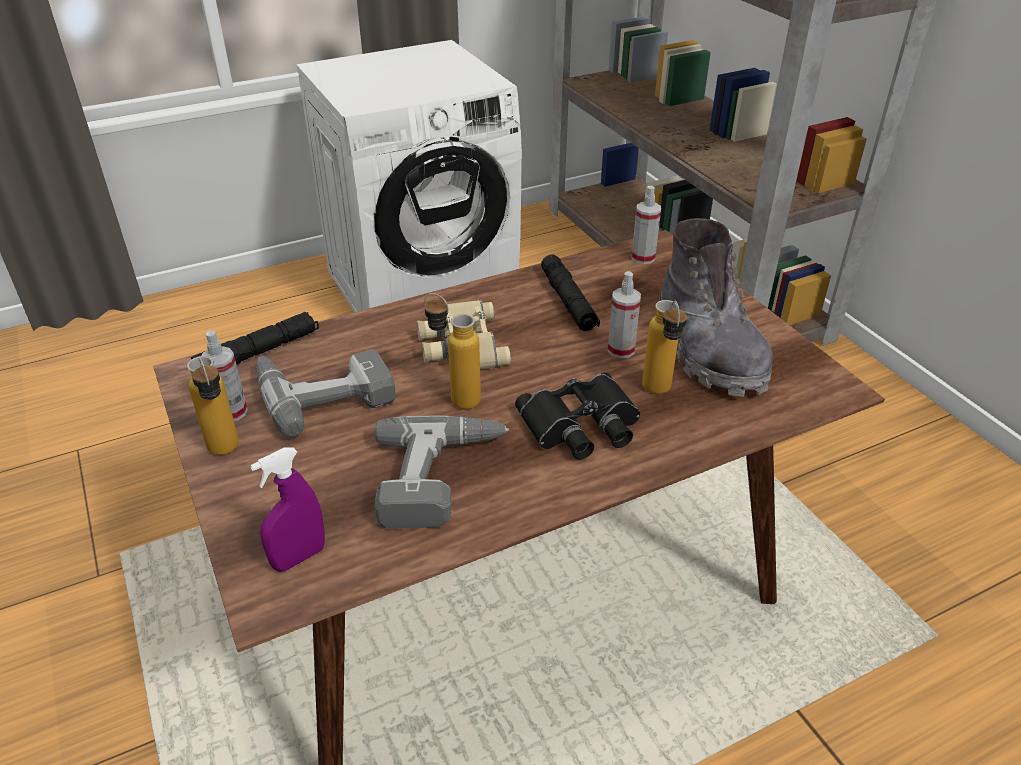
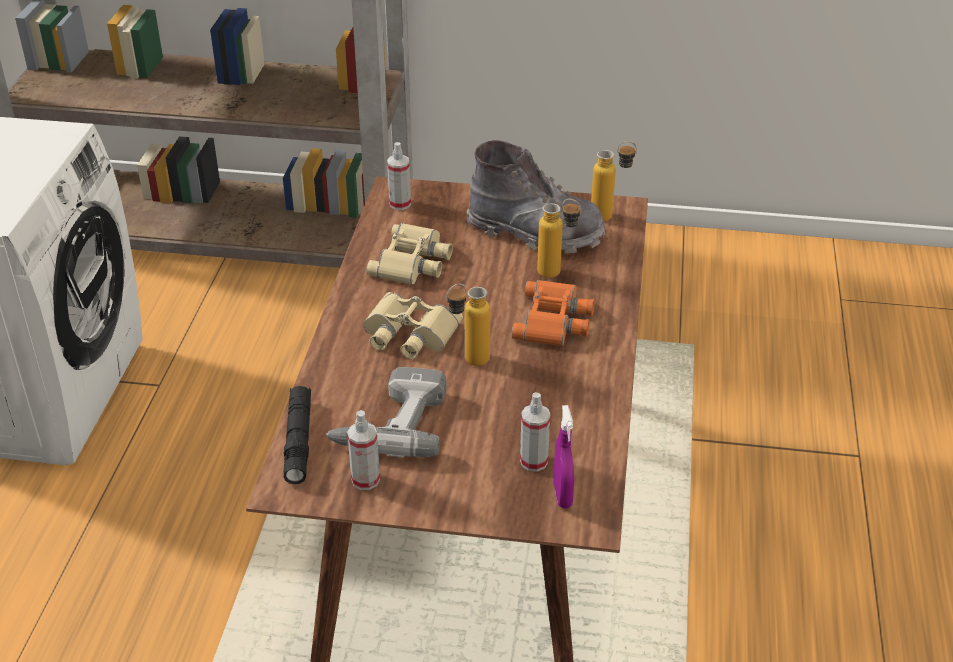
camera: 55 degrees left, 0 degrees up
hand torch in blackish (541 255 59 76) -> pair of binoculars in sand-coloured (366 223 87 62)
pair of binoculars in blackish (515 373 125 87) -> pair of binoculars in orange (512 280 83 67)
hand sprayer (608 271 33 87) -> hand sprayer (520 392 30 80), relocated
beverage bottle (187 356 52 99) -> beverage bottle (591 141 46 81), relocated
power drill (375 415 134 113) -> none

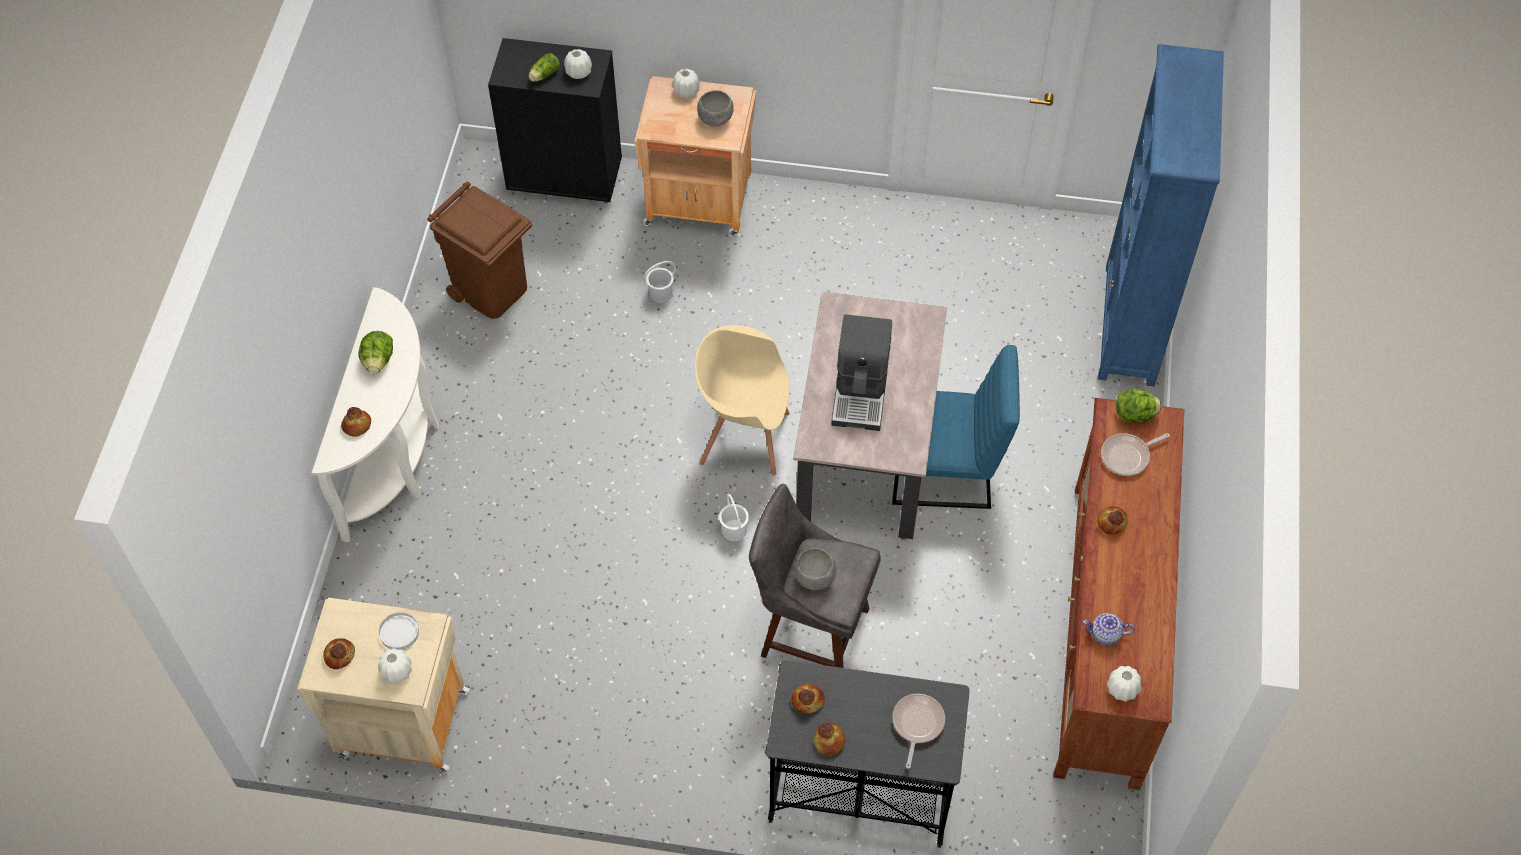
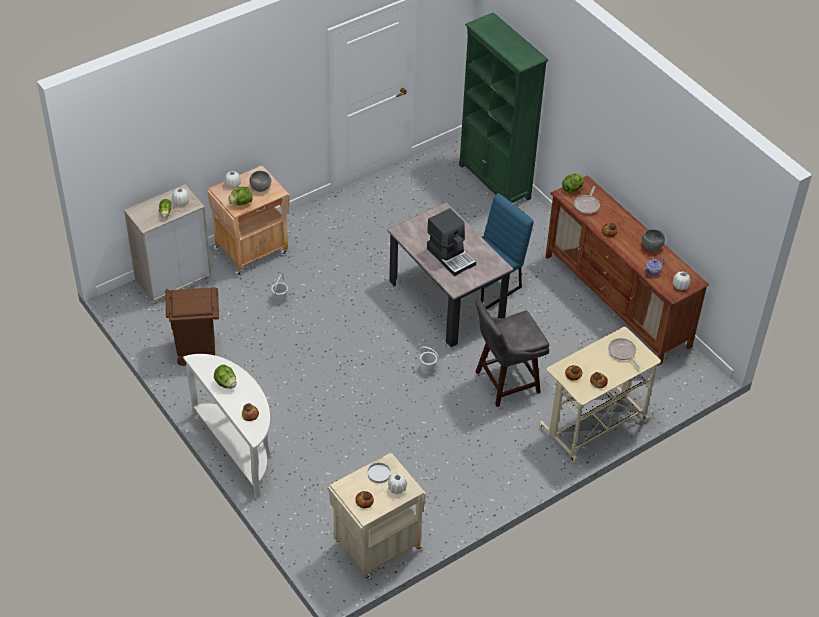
camera: 45 degrees left, 10 degrees down
cabinet in blackish (488 38 134 164) -> cabinet in sand-coloured (124 184 87 118)
none -> lettuce head (228 187 25 18)
shelving unit in blue-coloured (1098 44 126 343) -> shelving unit in greenish (459 12 89 191)
desk table in blackish (765 660 205 188) -> desk table in sand-coloured (539 327 122 136)
deep dish in grey (794 548 43 42) -> deep dish in grey (642 229 23 22), relocated
chair in sand-coloured (695 325 95 151) -> none

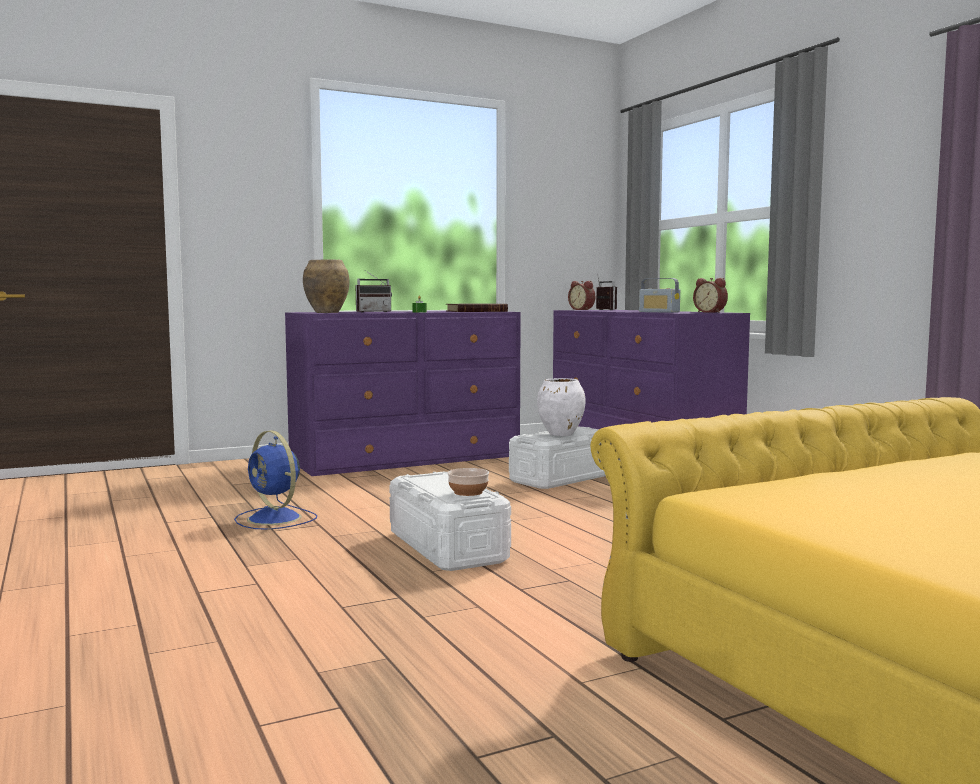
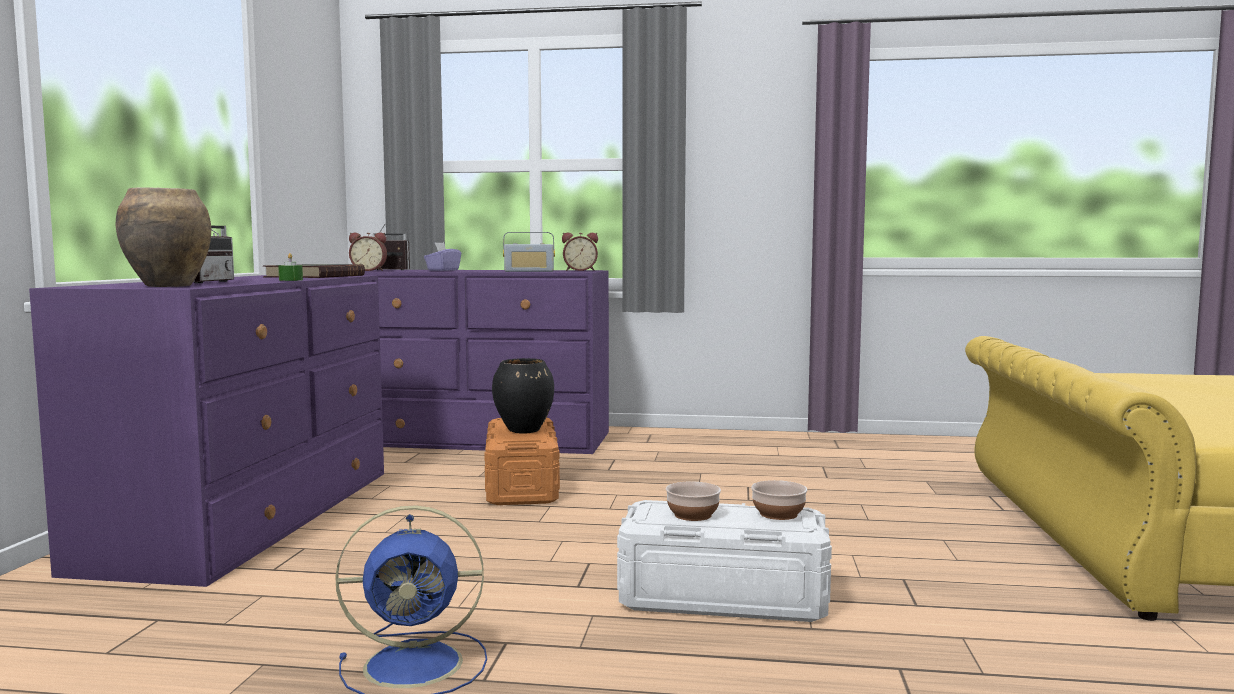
camera: 55 degrees left, 0 degrees up
none -> box of tissues in purplish (424 242 37 29)
storage bin in white-coloured (509 427 97 62) -> storage bin in orange (484 418 76 87)
vase in white-coloured (537 378 49 58) -> vase in blackish (492 358 62 76)
none -> deep dish (666 481 55 40)

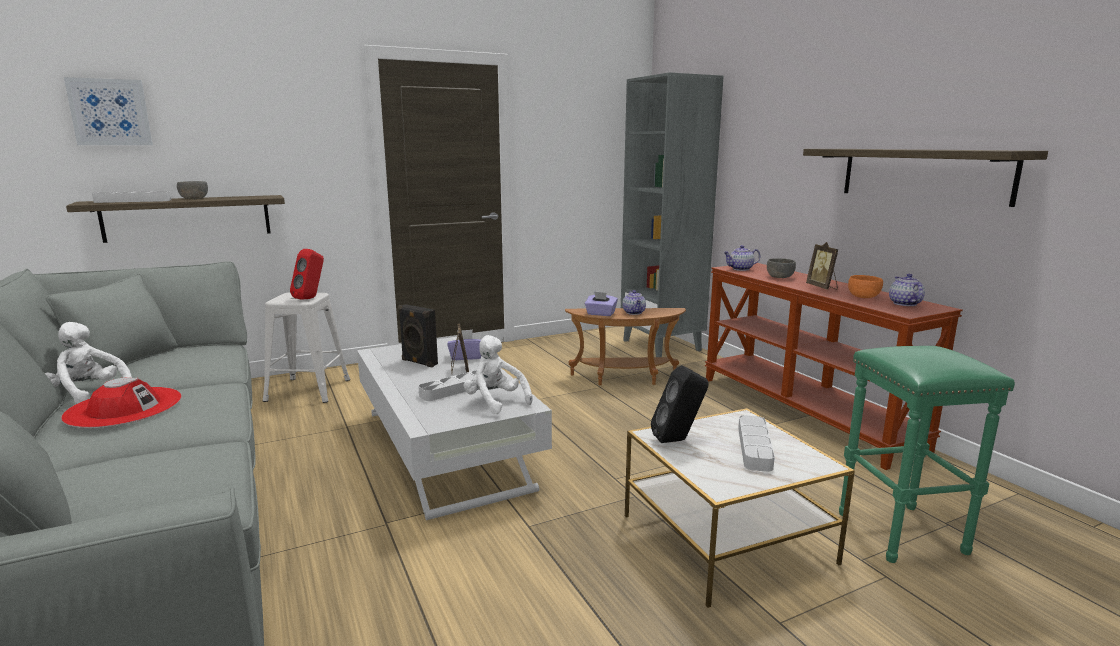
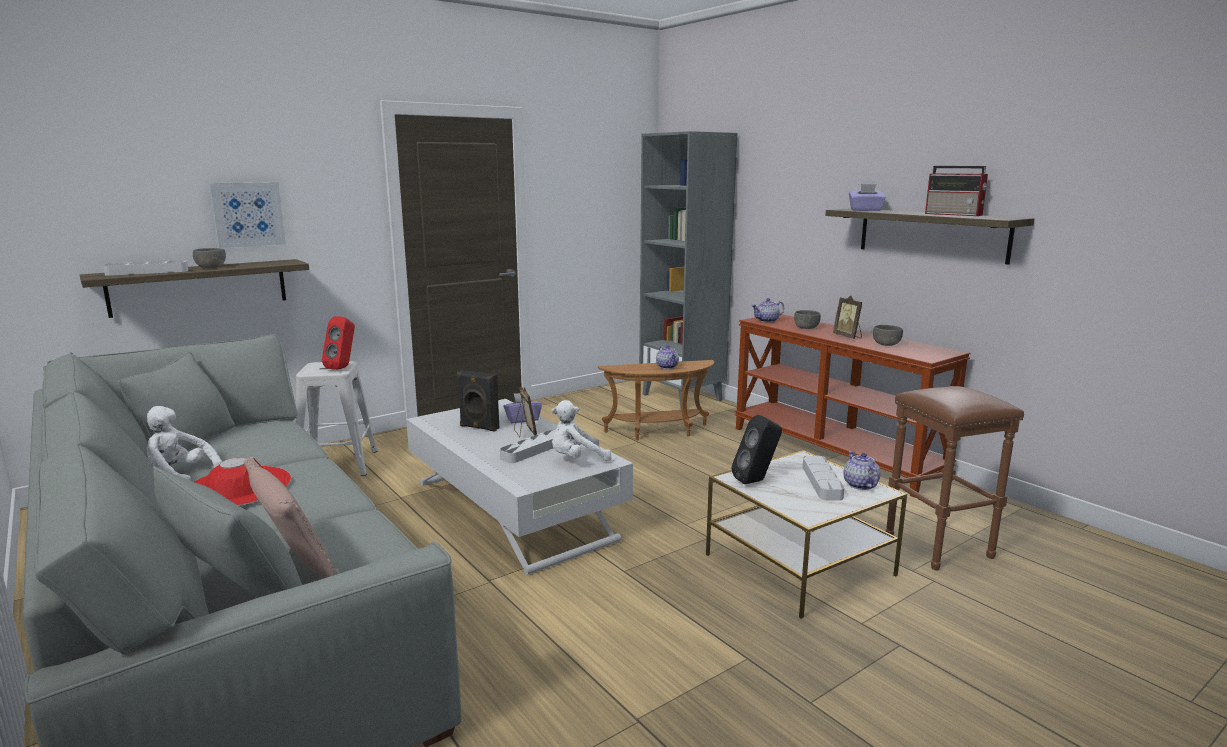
camera: 10 degrees left, 0 degrees up
picture (64 77 88 68) -> picture (209 182 77 66), relocated
none -> cushion in sand-coloured (244 458 95 121)
cuddly toy in white-coloured (464 335 69 79) -> cuddly toy in white-coloured (551 400 61 61), 60 degrees counterclockwise
teapot (889 274 36 32) -> teapot (844 451 37 39), relocated
box of tissues in purplish (585 291 33 25) -> box of tissues in purplish (849 184 37 27), relocated
deep dish in orange (848 275 35 23) -> deep dish in grey (873 325 30 21)
stool in greenish (839 346 176 217) -> stool in brown-coloured (886 386 138 184)
none -> radio (925 166 63 50)

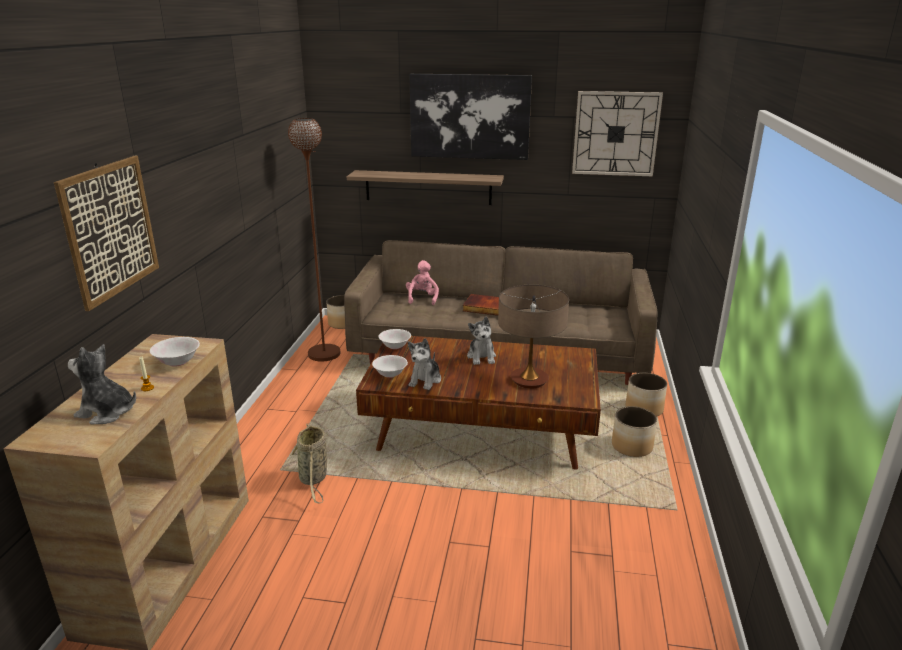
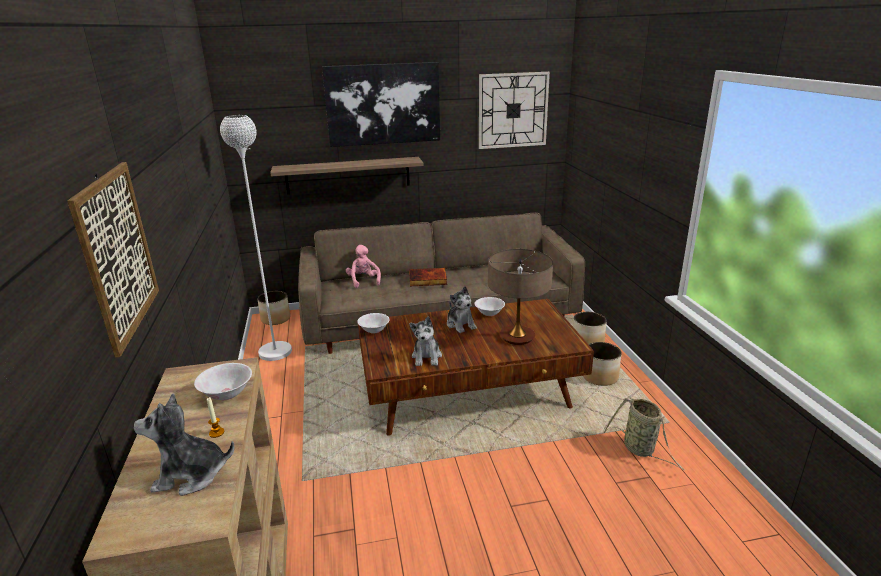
camera: 20 degrees left, 0 degrees up
standard lamp in brown-coloured (288 118 52 244) -> standard lamp in white-coloured (220 115 72 246)
deep dish in white-coloured (372 355 36 23) -> deep dish in white-coloured (474 297 31 19), relocated
household basket (290 424 37 79) -> household basket (603 398 82 73), relocated

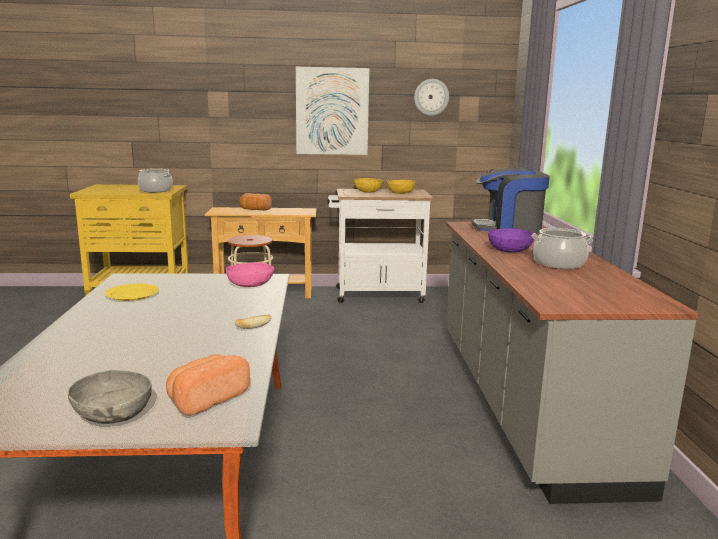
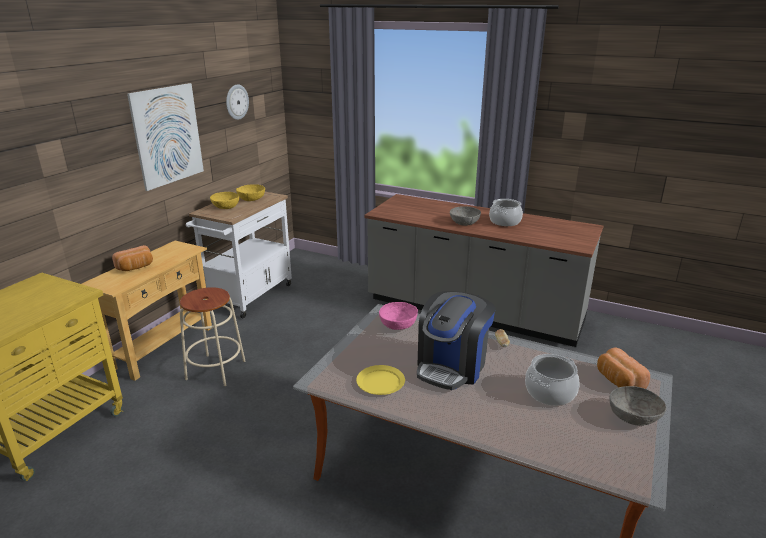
camera: 60 degrees left, 10 degrees up
coffee brewer (471 168 79 66) -> coffee brewer (417 291 79 99), relocated
deep dish in purplish (488 228 46 24) -> deep dish in grey (450 206 31 20)
cooking pot (138 169 35 23) -> cooking pot (525 354 55 52), relocated

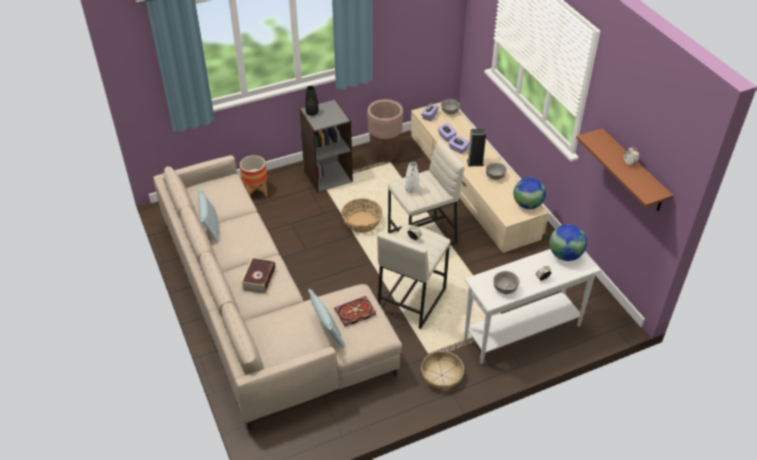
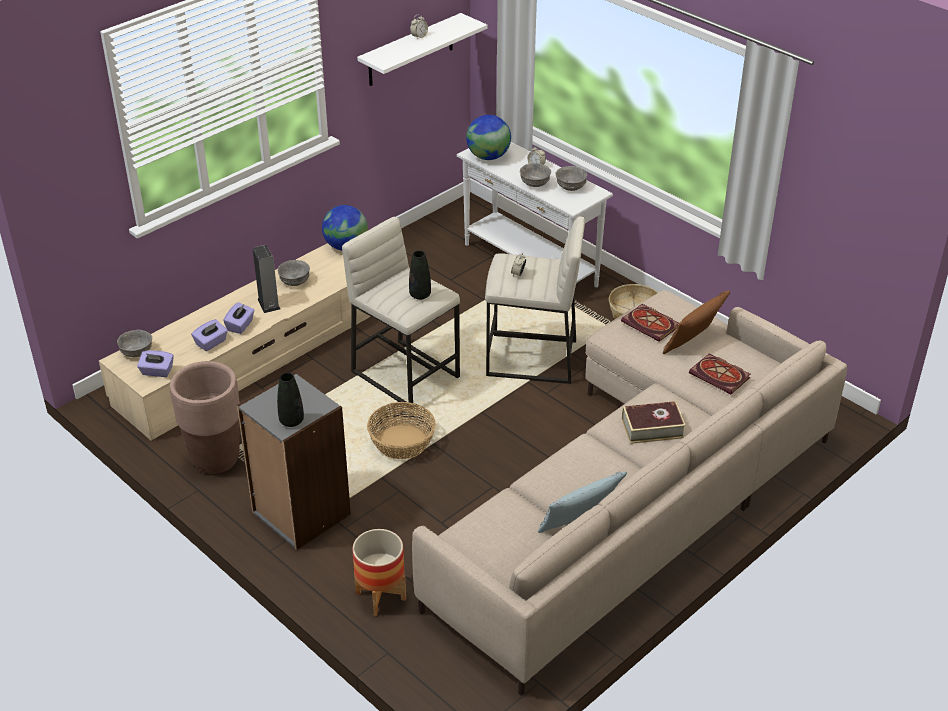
camera: 110 degrees left, 5 degrees down
wall shelf in brown-coloured (576 128 97 83) -> wall shelf in white-coloured (357 13 130 73)
vase in white-coloured (405 162 14 31) -> vase in blackish (409 251 22 49)
none -> deep dish in grey (520 163 31 24)
cushion in blue-coloured (308 289 38 59) -> cushion in brown-coloured (663 291 67 63)
none -> book (689 353 61 41)

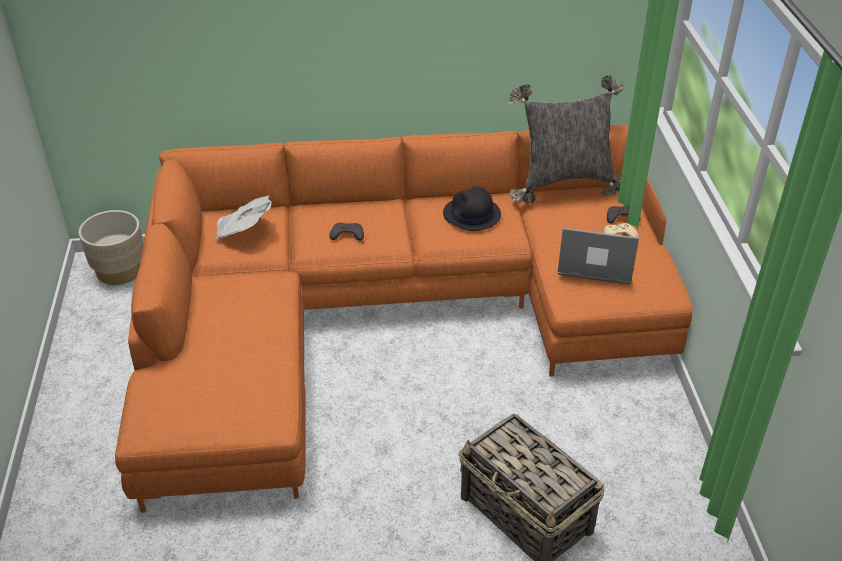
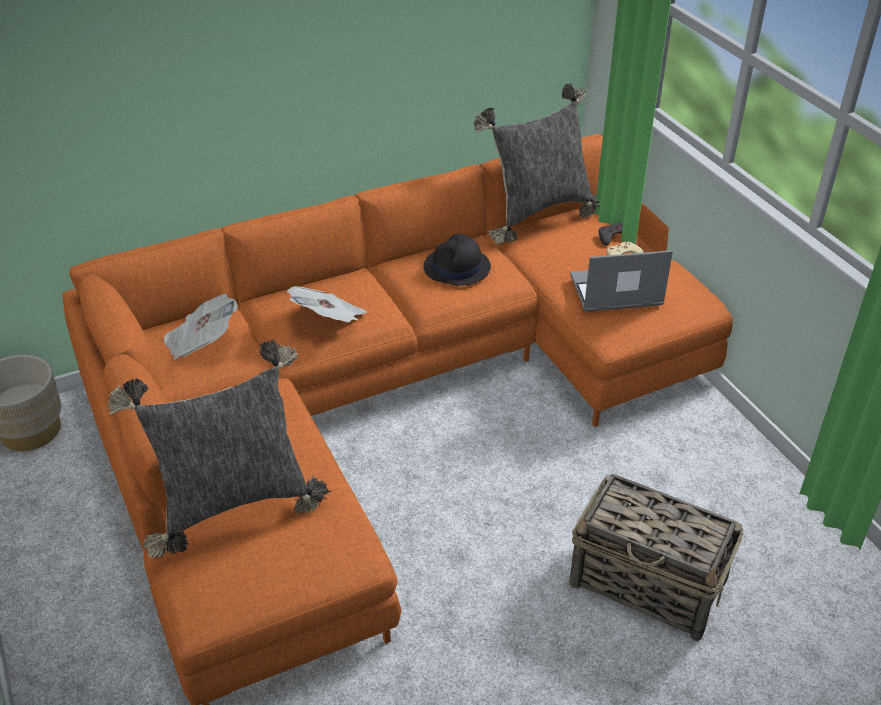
camera: 20 degrees left, 0 degrees up
none -> cushion (107 339 225 220)
joypad in grey (330 223 34 18) -> daily paper (287 286 80 37)

